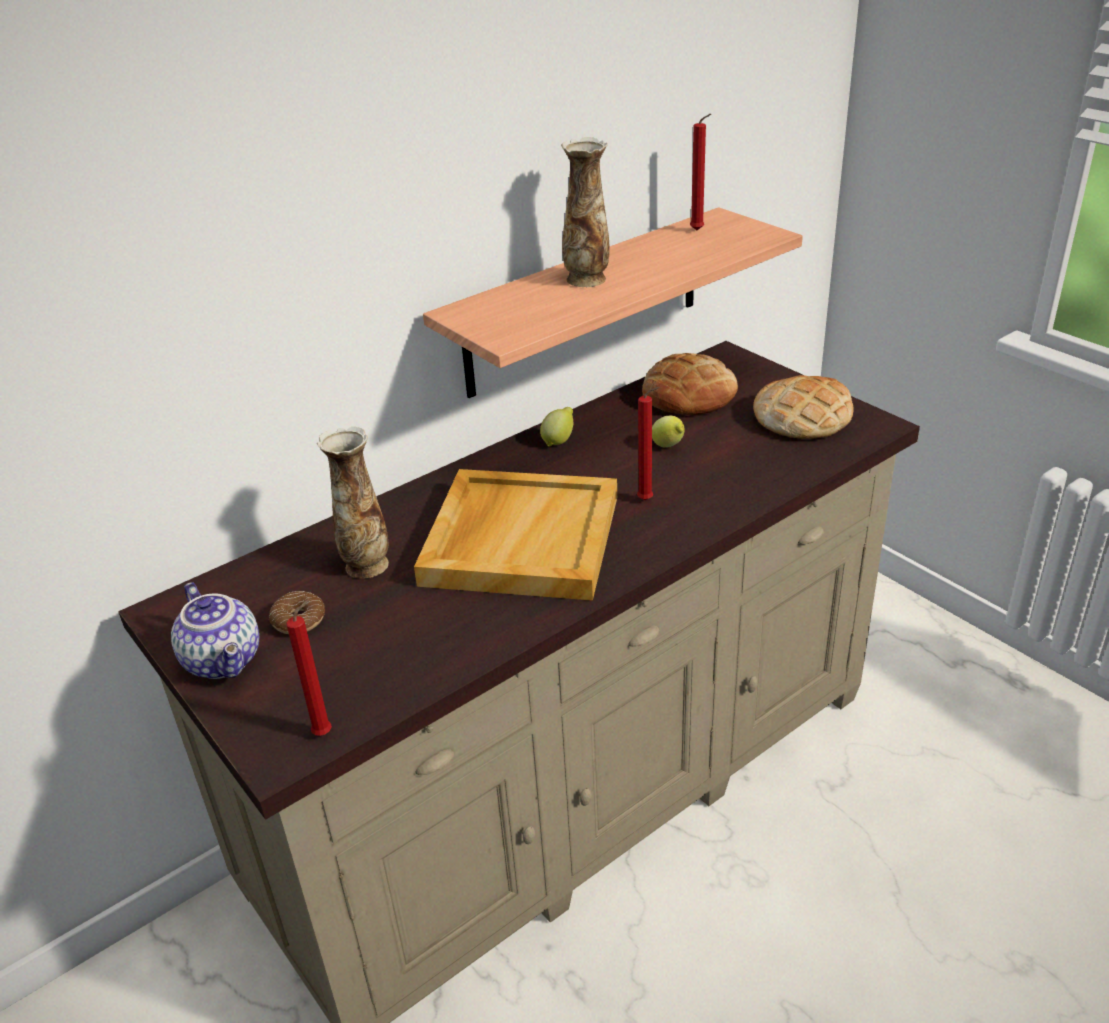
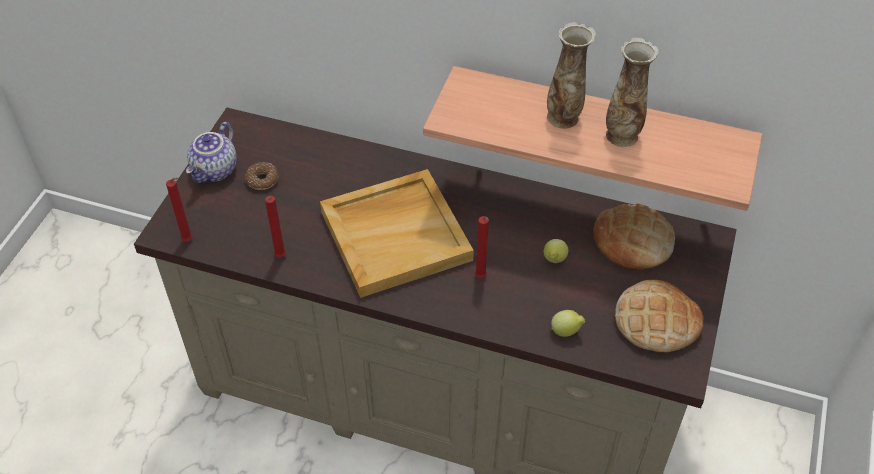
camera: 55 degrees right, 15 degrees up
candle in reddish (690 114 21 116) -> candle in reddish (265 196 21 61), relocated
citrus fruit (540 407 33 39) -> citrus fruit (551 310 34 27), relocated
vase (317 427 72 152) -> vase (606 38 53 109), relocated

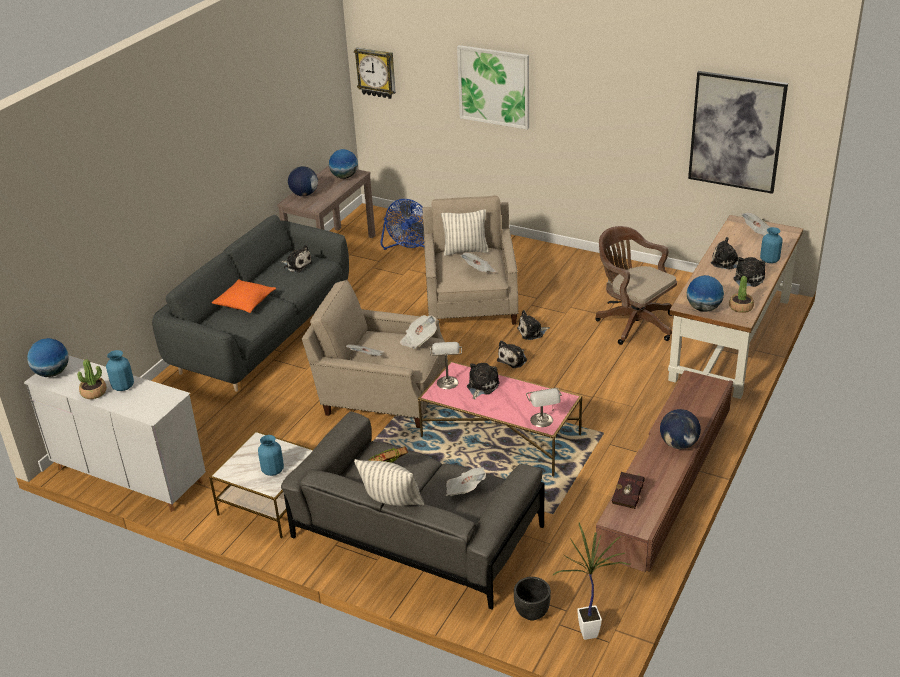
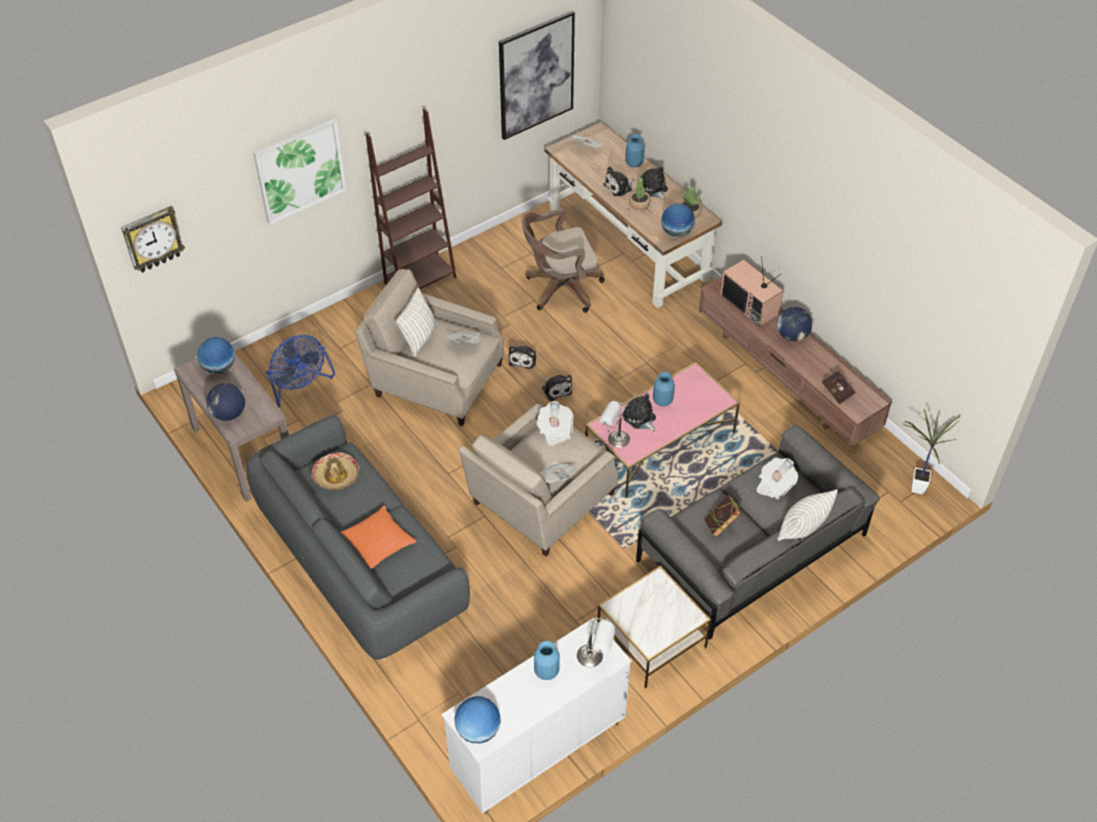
camera: 65 degrees left, 15 degrees up
cuddly toy (281 245 32 27) -> wearable hat (311 453 48 37)
none -> shelving unit in brown-coloured (366 109 91 180)
table lamp in white-coloured (526 388 36 39) -> table lamp in white-coloured (577 618 38 49), relocated
potted plant (77 359 30 40) -> potted plant (629 177 22 33), relocated
vase in blue-coloured (258 435 26 41) -> vase in blue-coloured (653 372 22 35), relocated
none -> TV (721 256 62 71)
flower pot in blackish (514 577 37 43) -> none

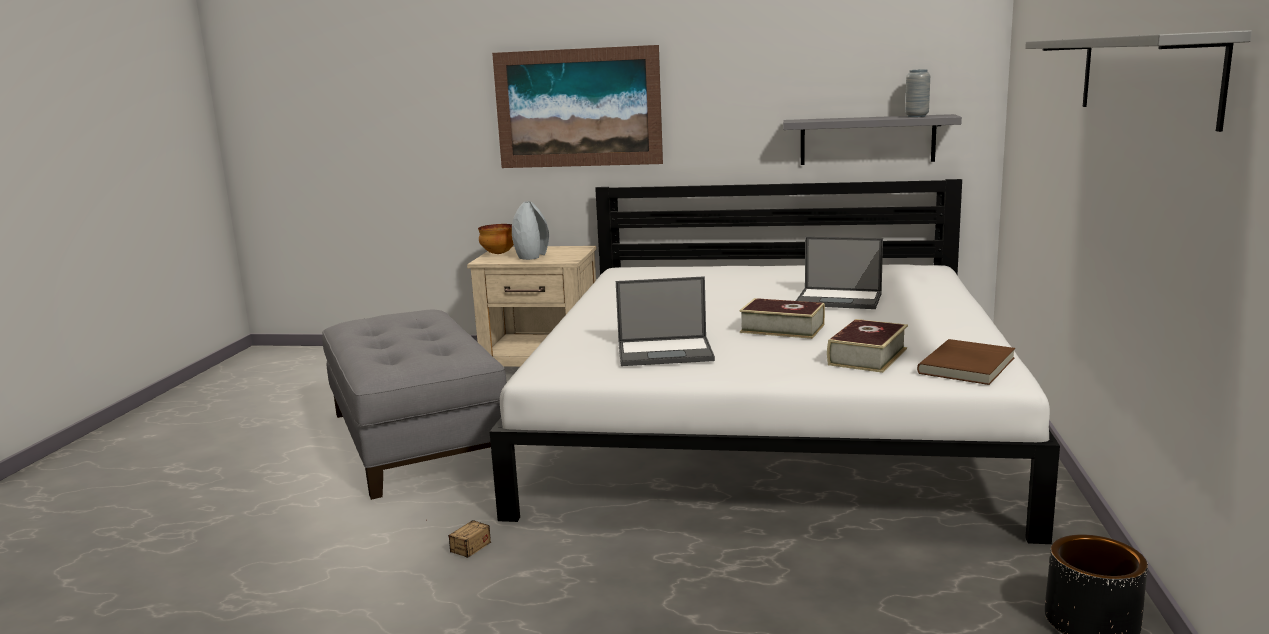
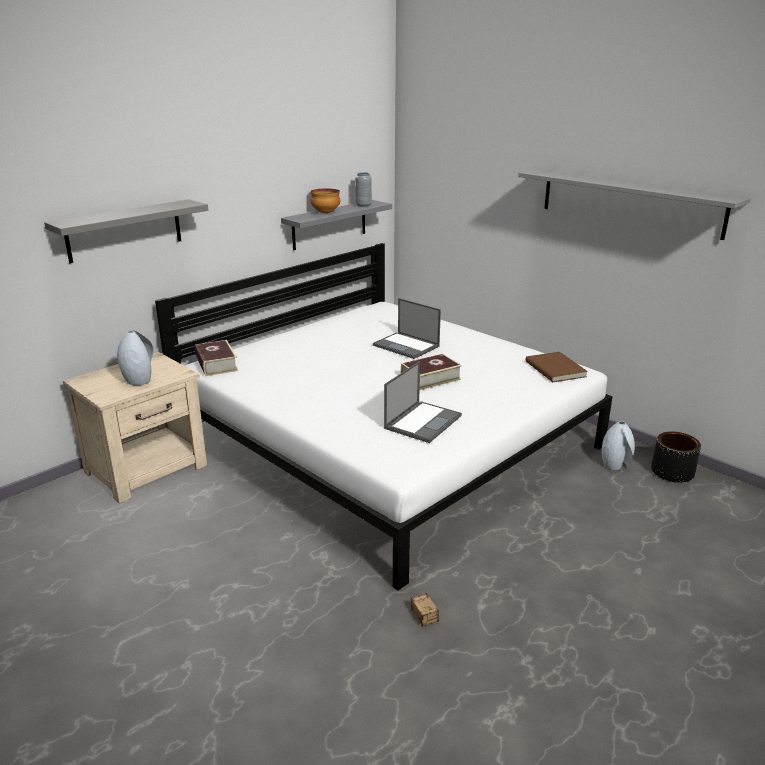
camera: 55 degrees left, 10 degrees up
picture (492 45 171 123) -> wall shelf in grey (44 199 164 64)
book (827 319 81 54) -> book (195 340 43 36), relocated
deep dish (478 224 36 30) -> deep dish (310 188 30 25), relocated
laptop (796 236 87 73) -> laptop (373 298 68 61), 75 degrees clockwise
none -> vase in grey (602 421 33 49)
footrest in grey (322 310 185 190) -> none

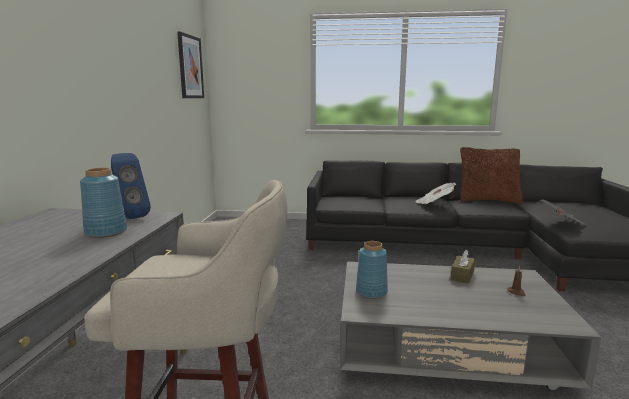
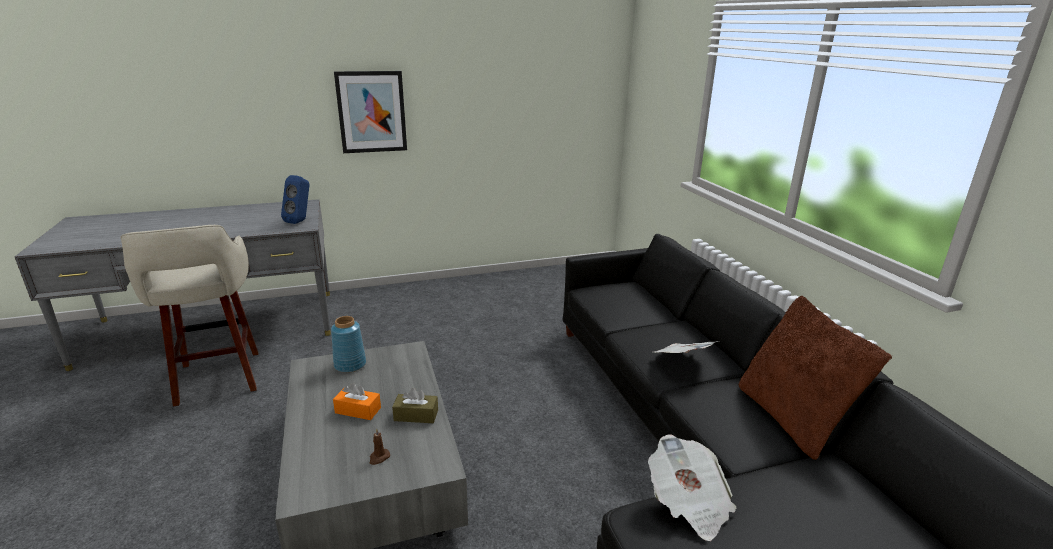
camera: 65 degrees right, 10 degrees up
none -> box of tissues in orange (333 383 48 37)
picture (177 31 27 67) -> picture (334 71 73 82), relocated
vase in blue-coloured (80 168 47 70) -> none

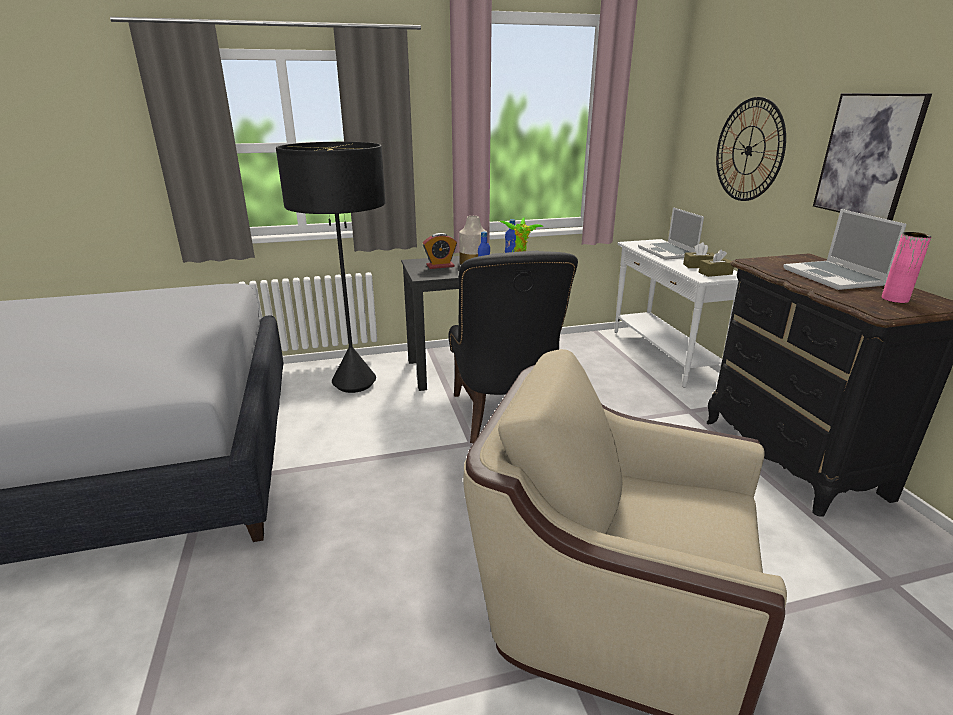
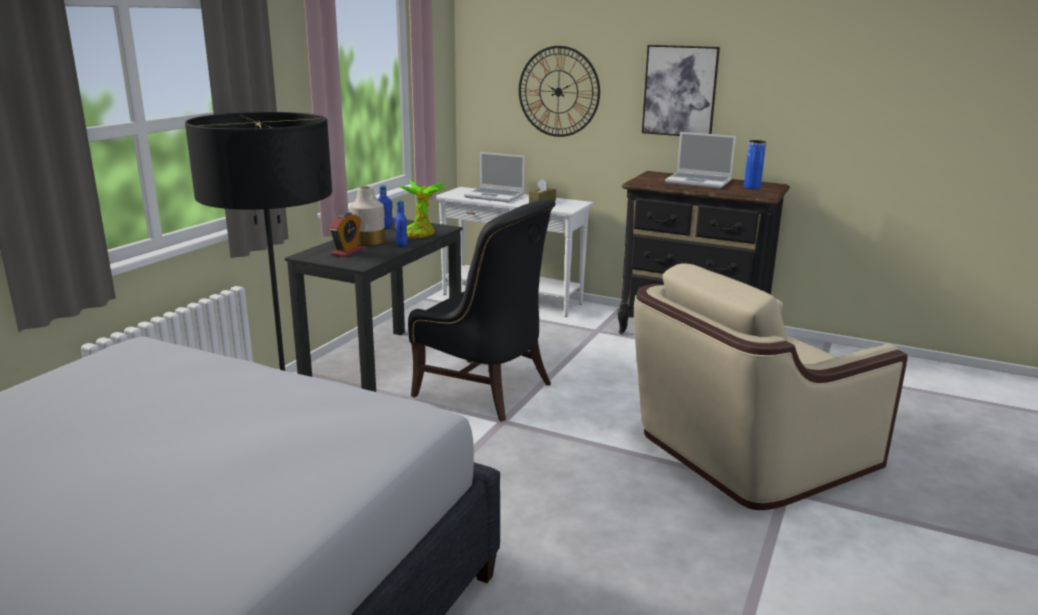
camera: 50 degrees left, 5 degrees down
vase in pink-coloured (882 232 50 71) -> vase in blue-coloured (744 140 22 49)
box of tissues in brown-coloured (699 250 35 27) -> none

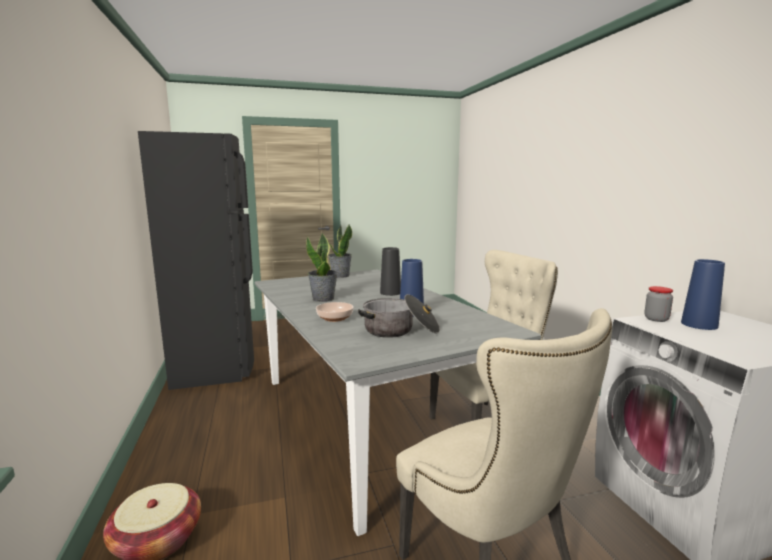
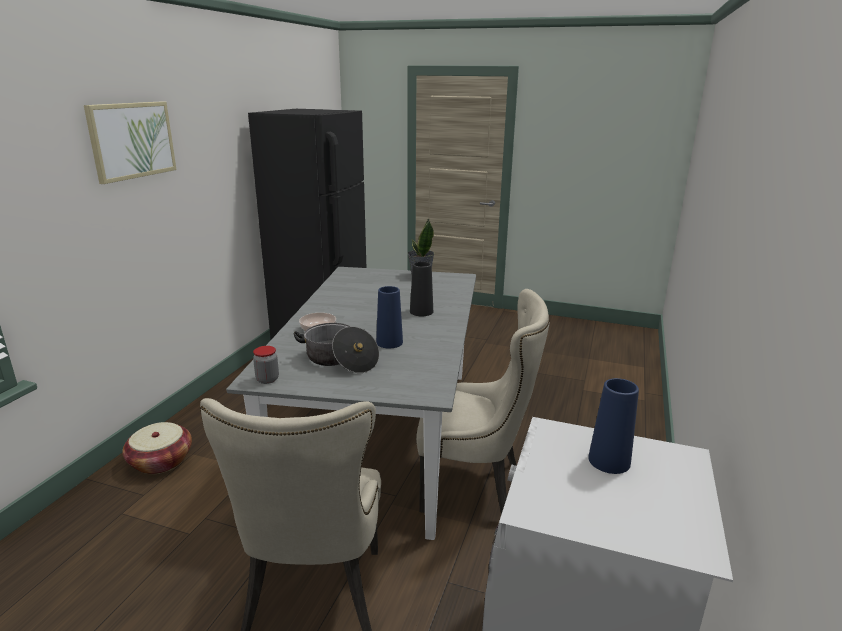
camera: 35 degrees right, 10 degrees up
none -> picture (84 101 93 83)
storage jar (644 286 29 36) -> storage jar (253 346 26 38), relocated
potted plant (306 232 32 70) -> none

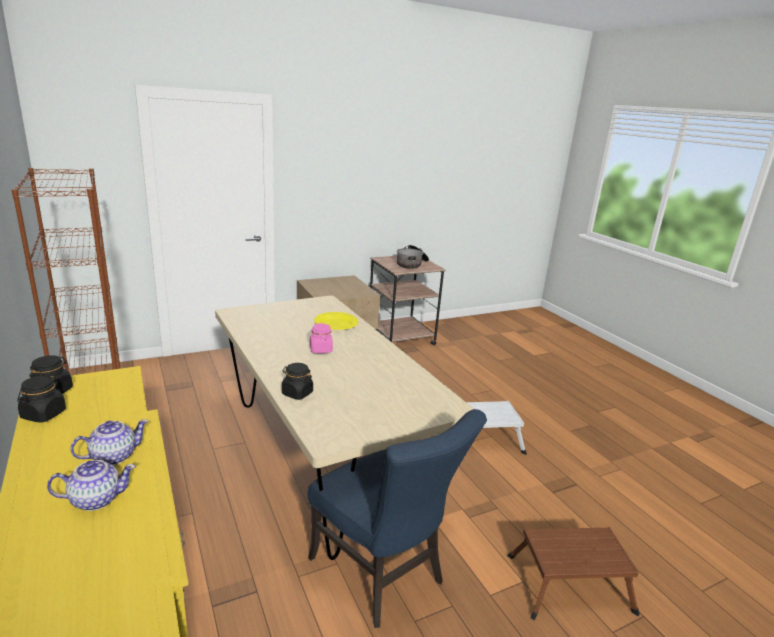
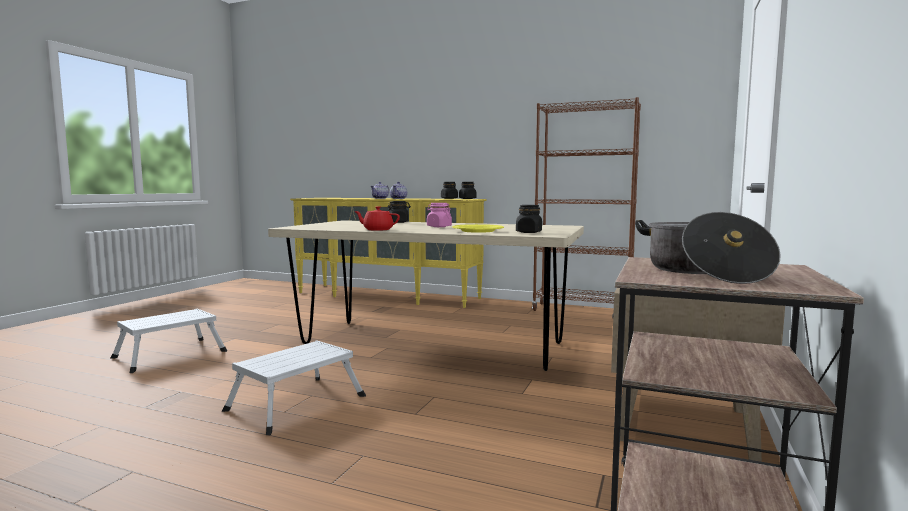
camera: 140 degrees right, 15 degrees down
step stool in brown-coloured (507 527 133 93) -> step stool in white-coloured (111 308 116 65)
none -> teapot in reddish (354 206 46 25)
none -> storage jar in blackish (516 205 26 28)
chair in blue-coloured (308 409 179 219) -> none

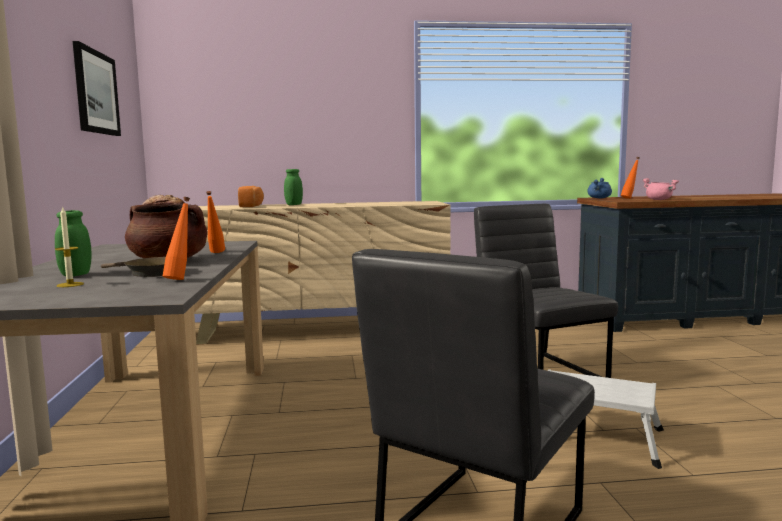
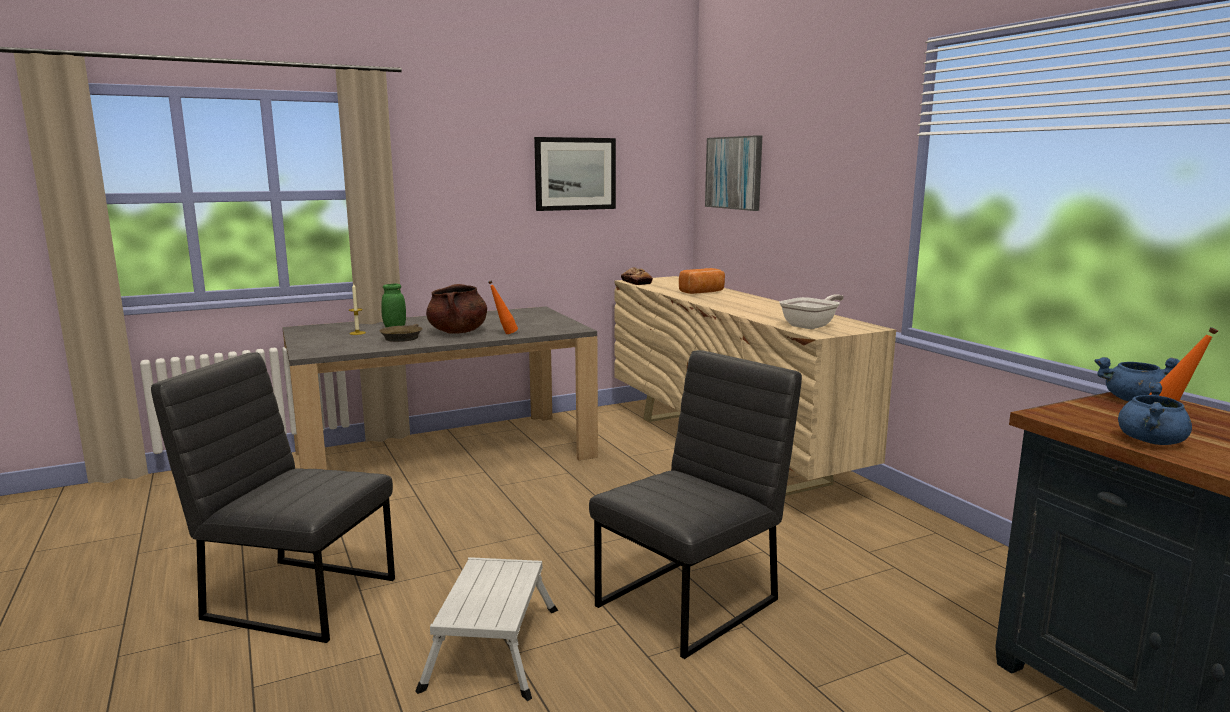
camera: 70 degrees right, 5 degrees up
none -> picture (705 135 57 76)
none -> frying pan (779 294 65 35)
cooking pot in pink-coloured (642 178 37 22) -> cooking pot in blue-coloured (1118 382 74 63)
beverage bottle in orange (162 197 28 83) -> none
storage jar in greenish (284 169 19 36) -> none

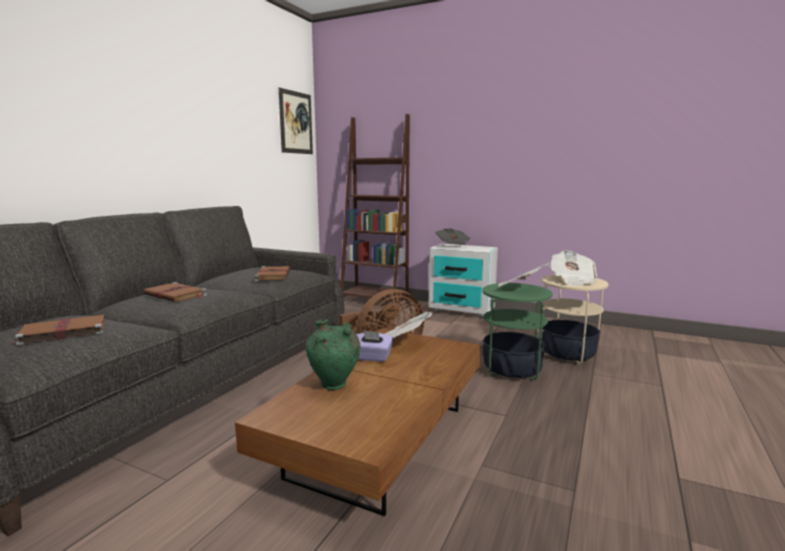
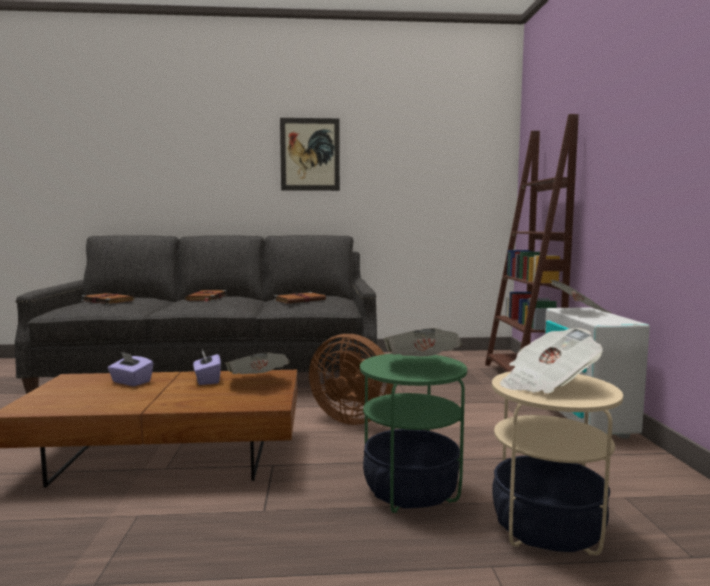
camera: 60 degrees right, 5 degrees down
vase in greenish (306 319 55 71) -> box of tissues in purplish (108 352 46 34)
picture (279 87 34 67) -> picture (280 118 60 73), relocated

